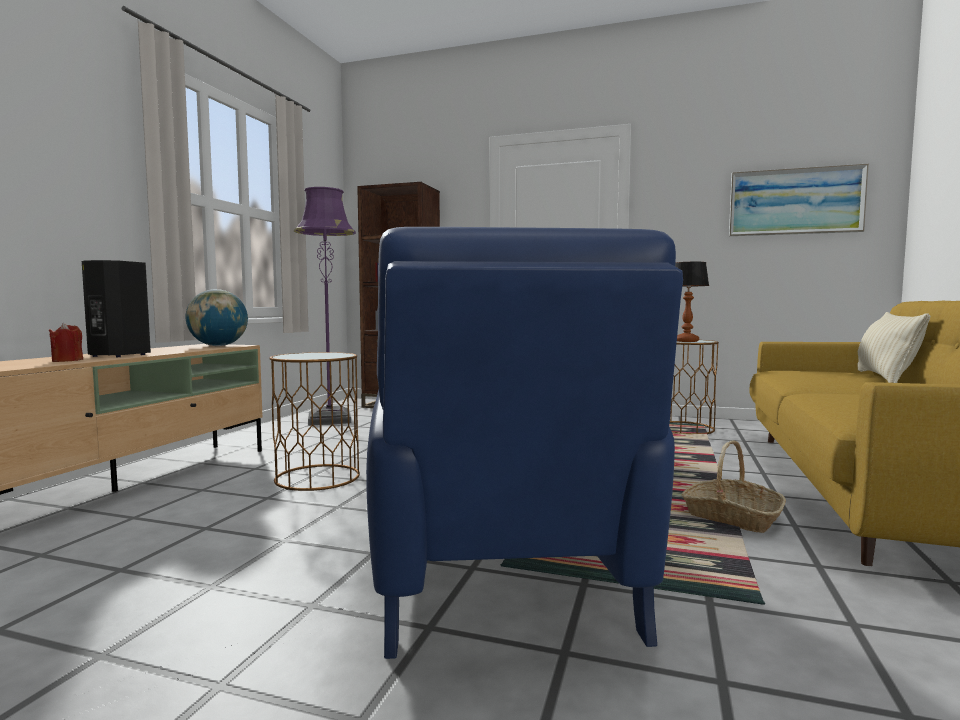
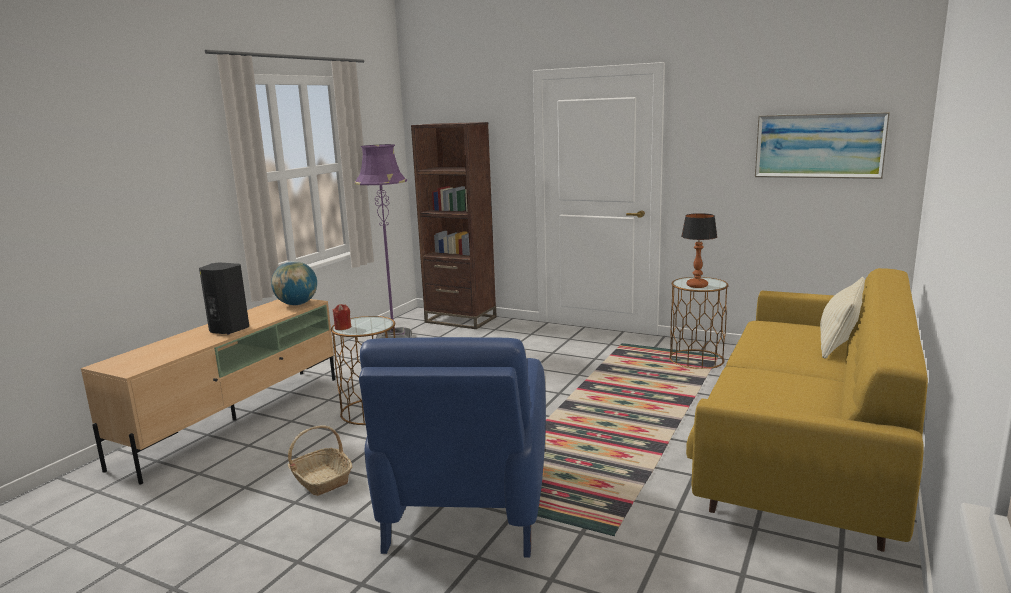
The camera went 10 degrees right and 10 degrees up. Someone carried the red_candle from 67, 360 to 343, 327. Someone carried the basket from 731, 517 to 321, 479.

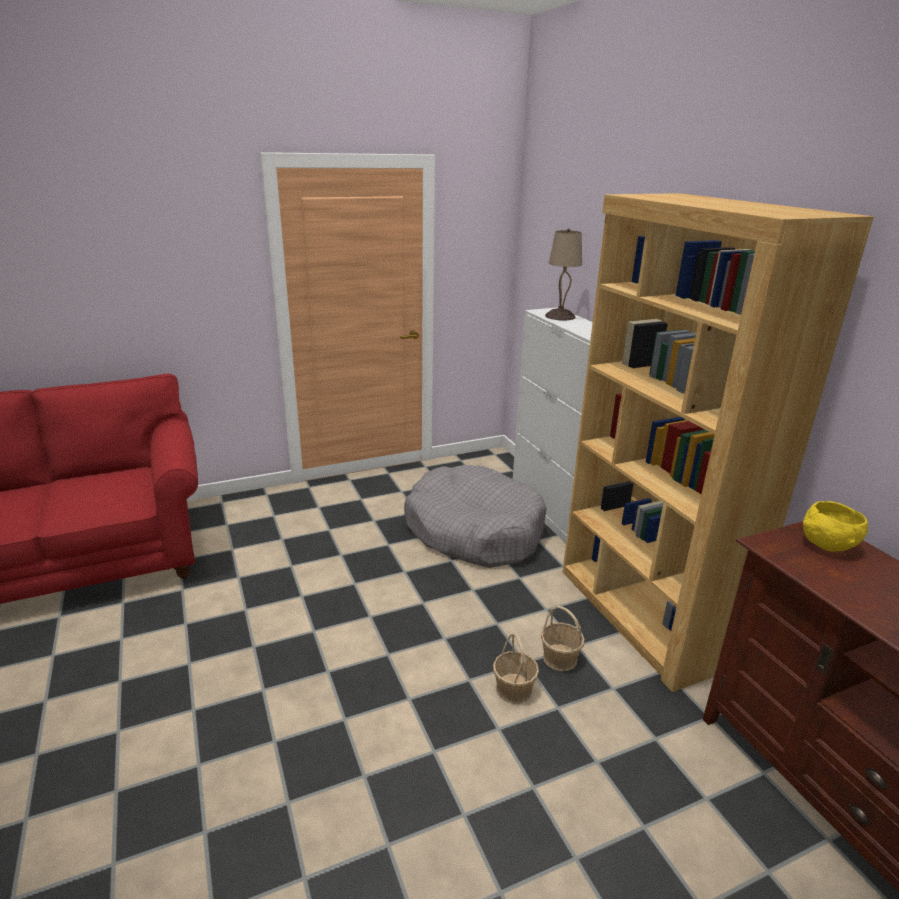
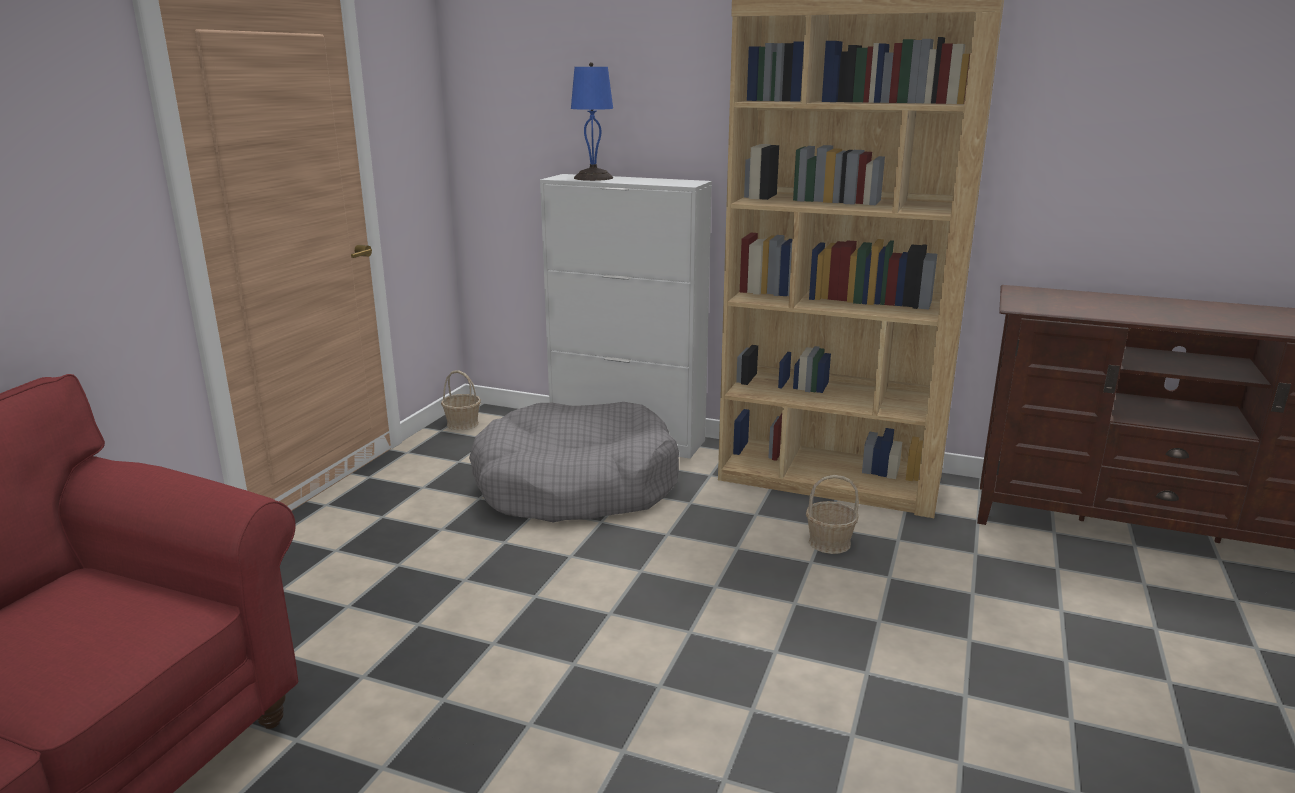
The camera went 45 degrees left and 5 degrees down. Someone took away the yellow_bowl at 827, 546. Someone carried the basket from 514, 689 to 462, 424. Someone repainted the beige_table_lamp at 560, 316, which became the blue_table_lamp at 594, 178.

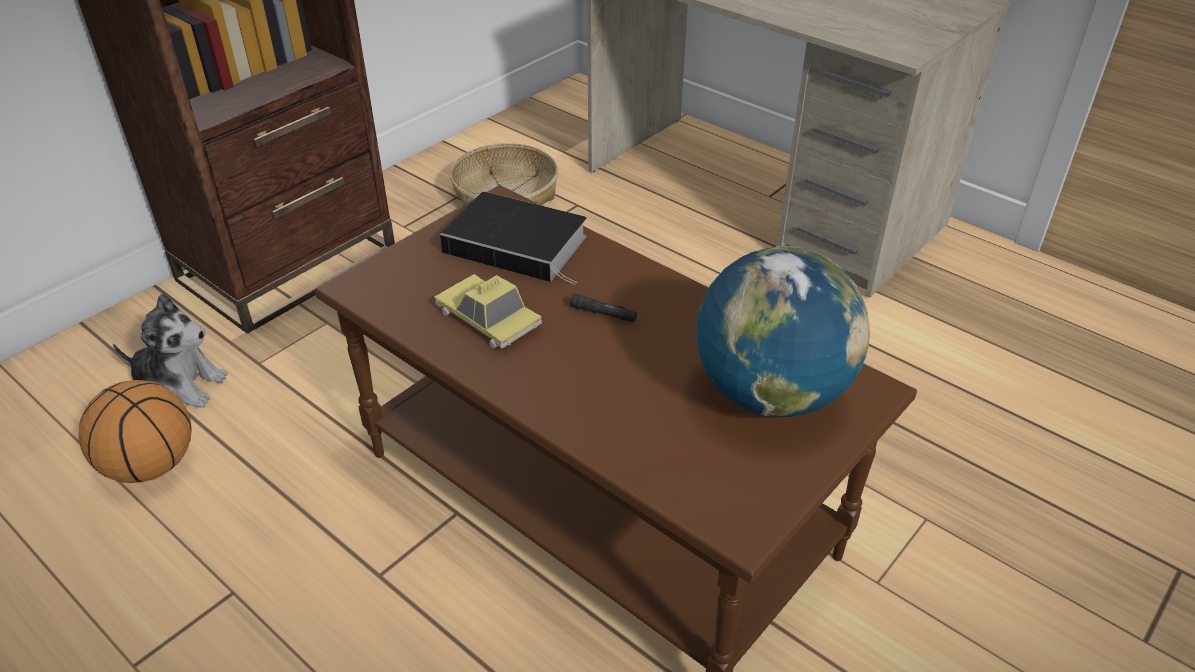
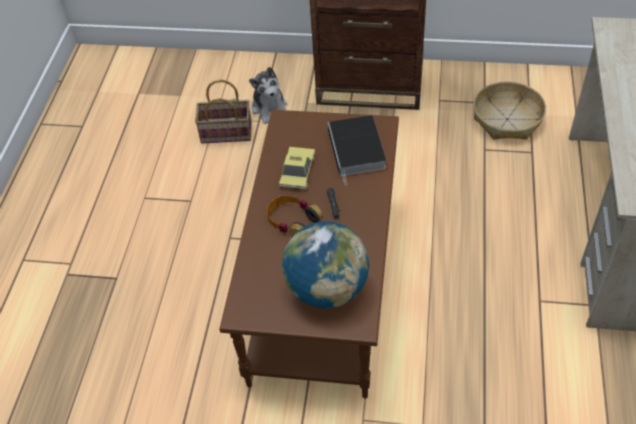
The camera went 60 degrees right and 10 degrees up. Someone put down the headphones at 292, 220. Someone swapped the basketball at 151, 467 for the basket at 225, 133.

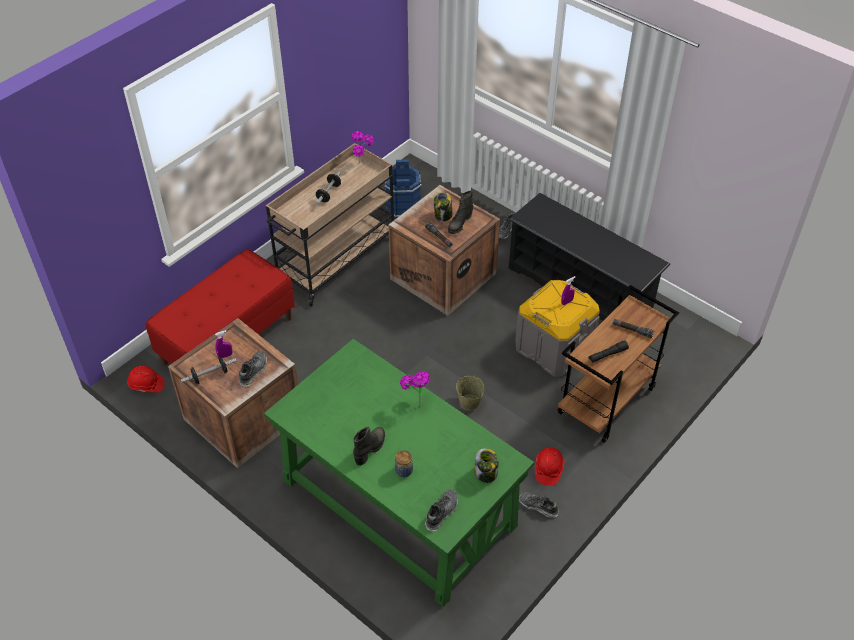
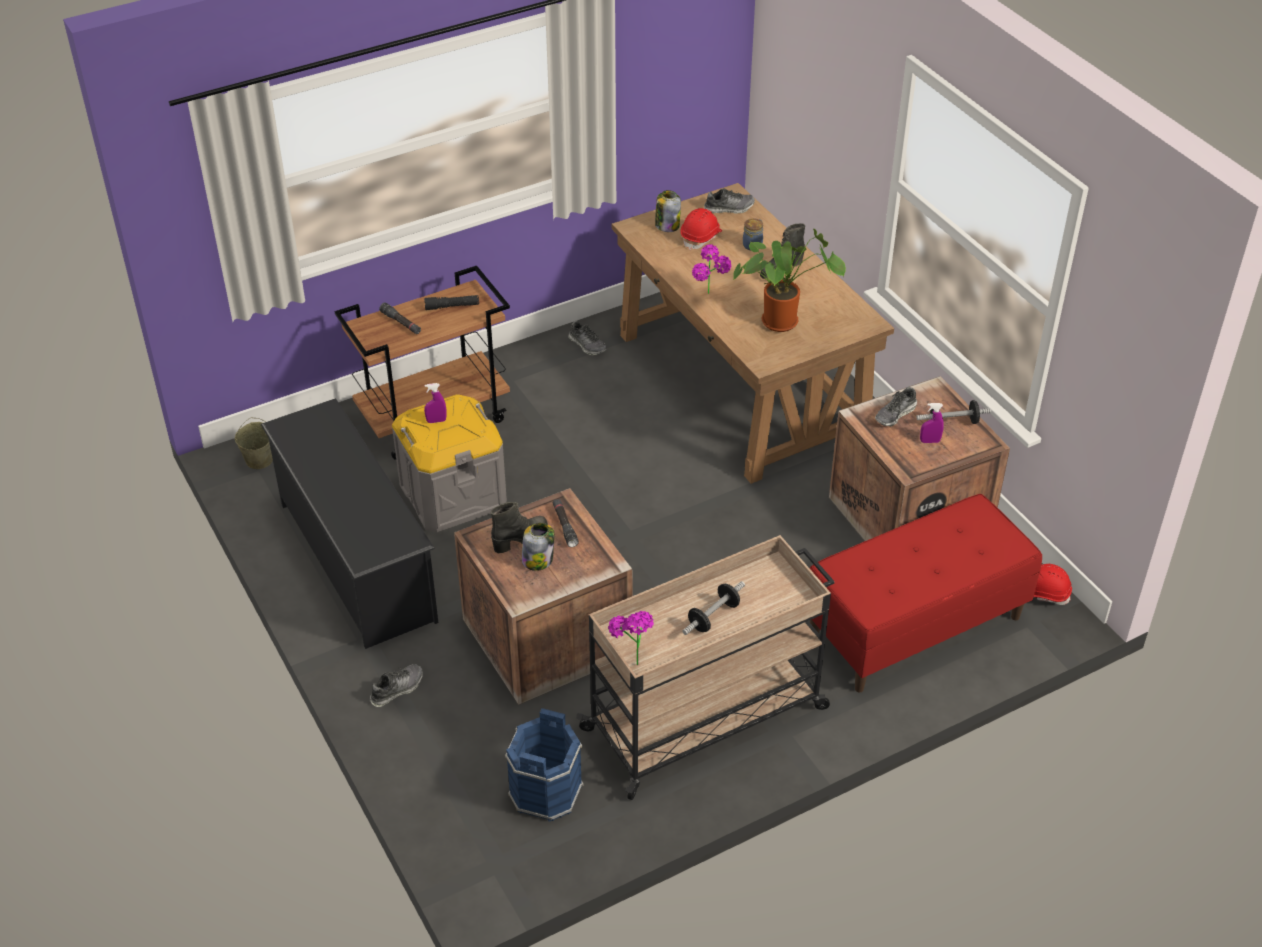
The camera went 160 degrees left and 5 degrees down. Someone put down the potted_plant at 783, 320. Someone carried the beige_bucket from 469, 402 to 259, 459. Someone carried the red_hard_hat from 548, 469 to 701, 237. Someone repainted the green_desk at 398, 503, which became the brown_desk at 741, 384. Someone rotated the shoe at 441, 512 by 150 degrees counterclockwise.

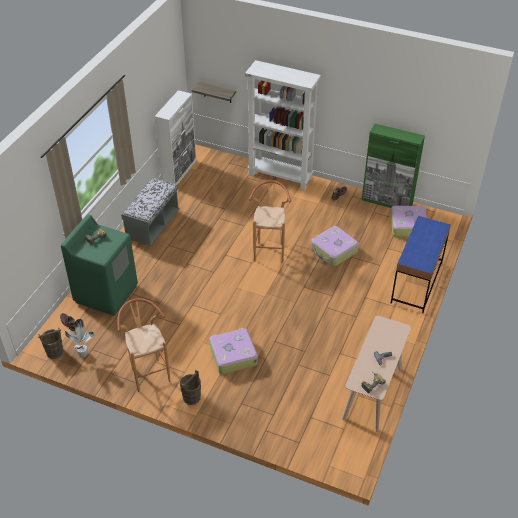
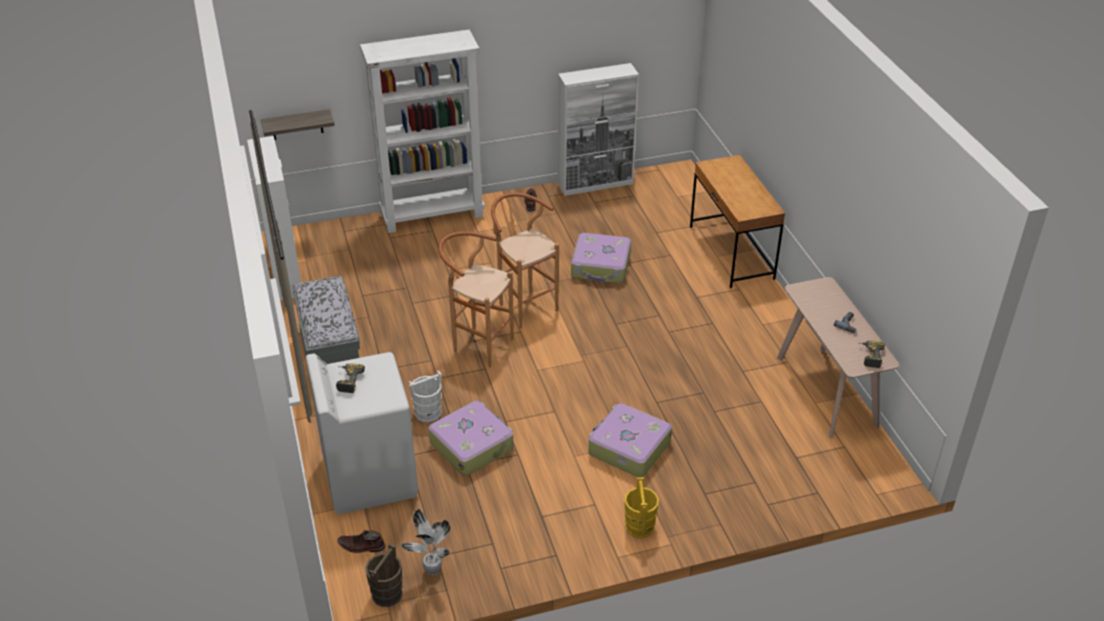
The camera went 40 degrees left and 5 degrees down. Someone put down the white_bucket at 427, 413. Someone carried the brown_stool from 148, 372 to 477, 344. Someone carried the suitcase from 408, 226 to 472, 445. Someone repainted the green_washing_machine at 106, 293, which became the white_washing_machine at 369, 476. Someone repainted the brown_bucket at 192, 397, which became the yellow_bucket at 639, 526. Someone repainted the green_cabinet at 387, 202, which became the white_cabinet at 596, 183. Someone repainted the blue_desk at 416, 283, which became the brown_desk at 731, 252.

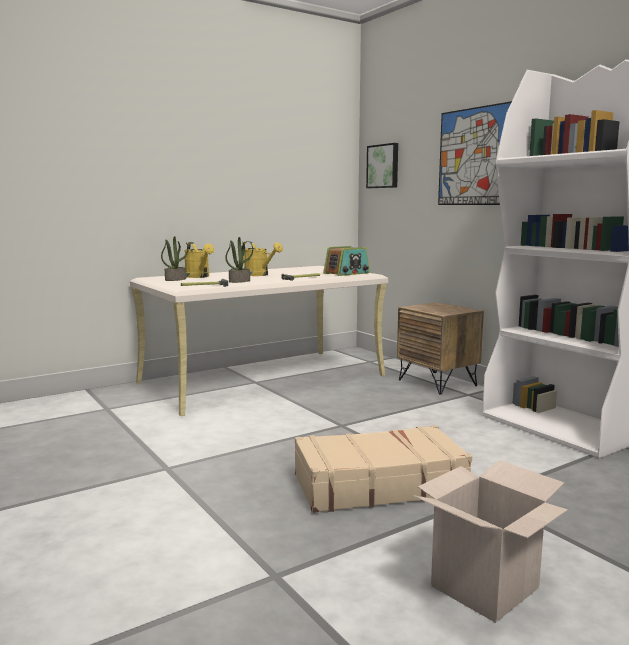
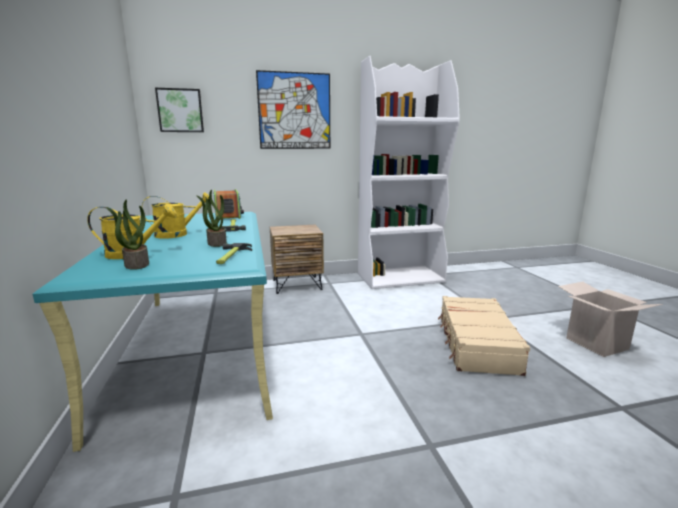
The camera went 70 degrees left and 5 degrees up. Someone repainted the beige_desk at 264, 378, which became the turquoise_desk at 198, 346.

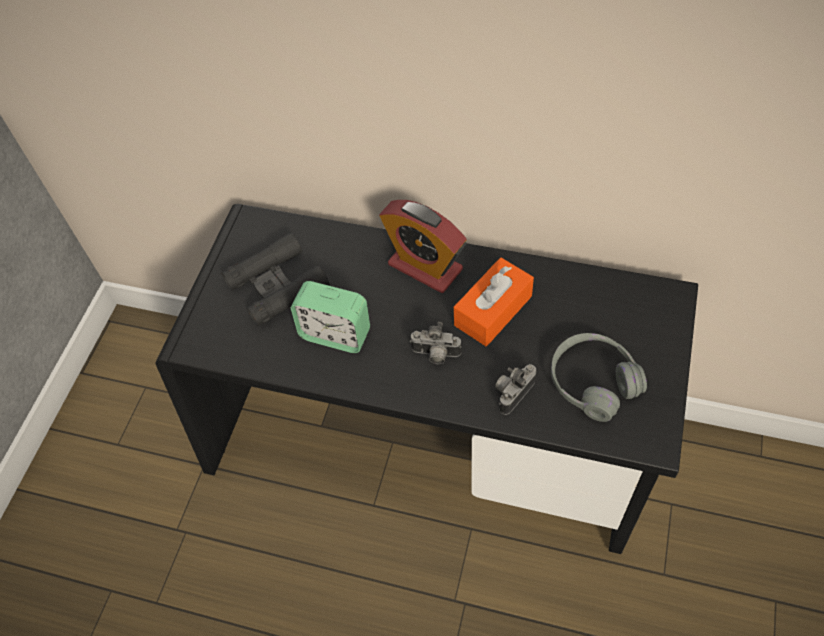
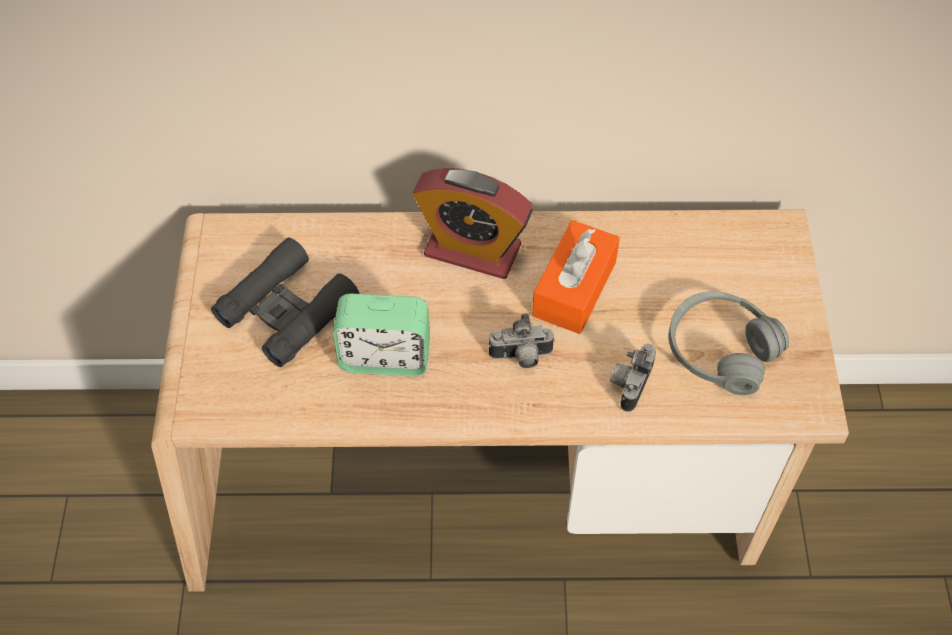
The camera went 20 degrees left and 0 degrees up. Someone repainted the black_desk at 425, 448, which became the beige_desk at 477, 491.

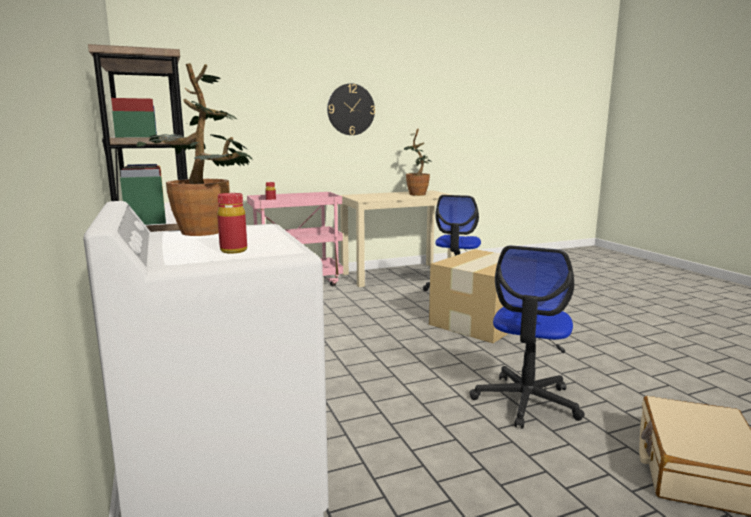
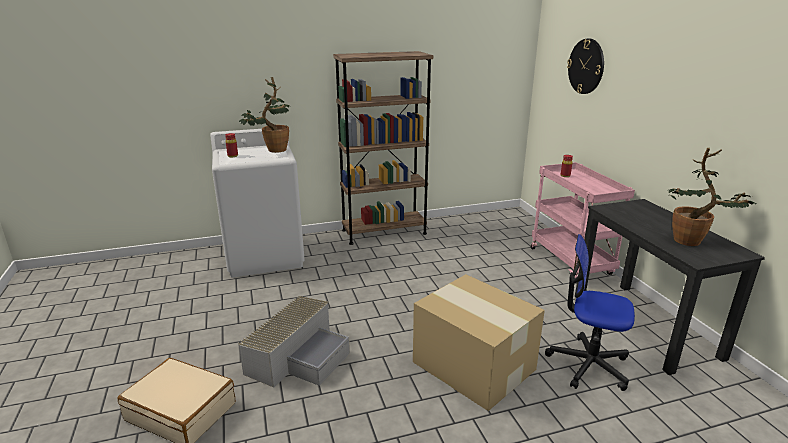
The camera went 95 degrees right and 10 degrees up. Someone carried the wall_clock from 351, 109 to 586, 66. Someone swapped the office_chair at 526, 401 for the grey_storage_box at 299, 355. Someone repainted the beige_desk at 398, 274, which became the black_desk at 644, 325.

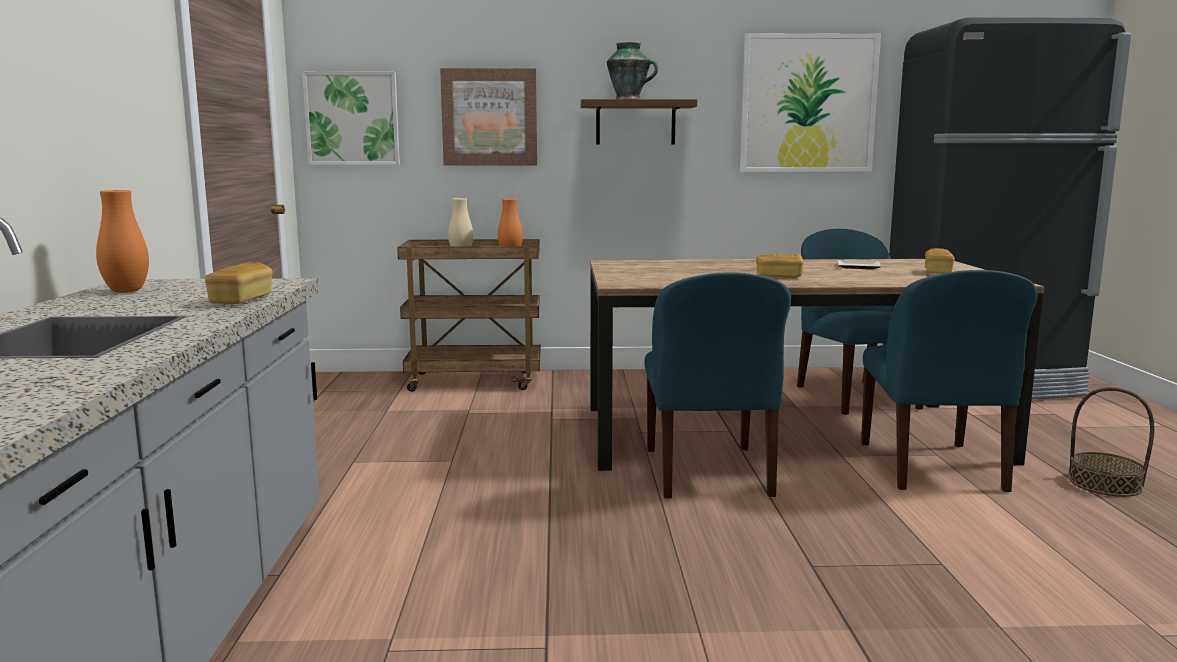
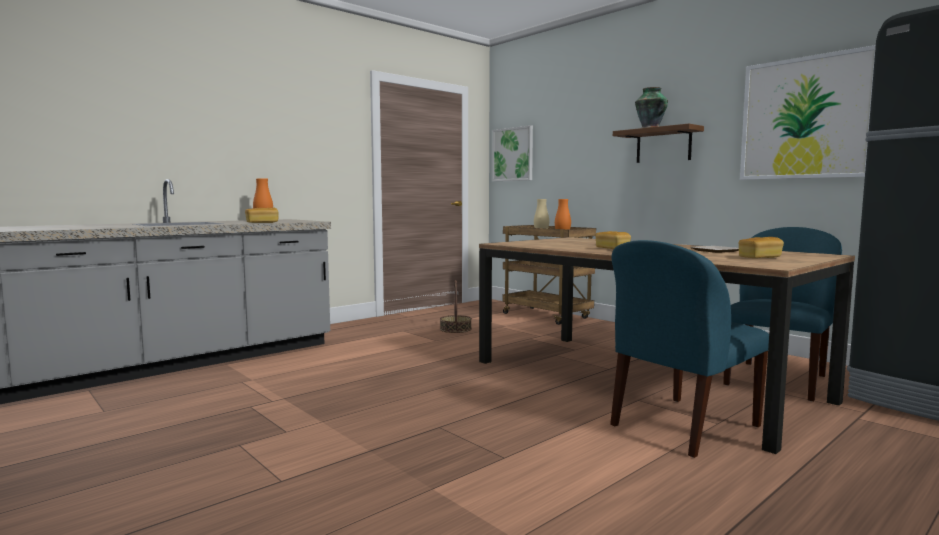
The camera went 50 degrees right and 5 degrees down. Someone took away the picture at 489, 117. Someone took away the blue_chair at 708, 474. Someone carried the basket from 1104, 484 to 455, 329.

